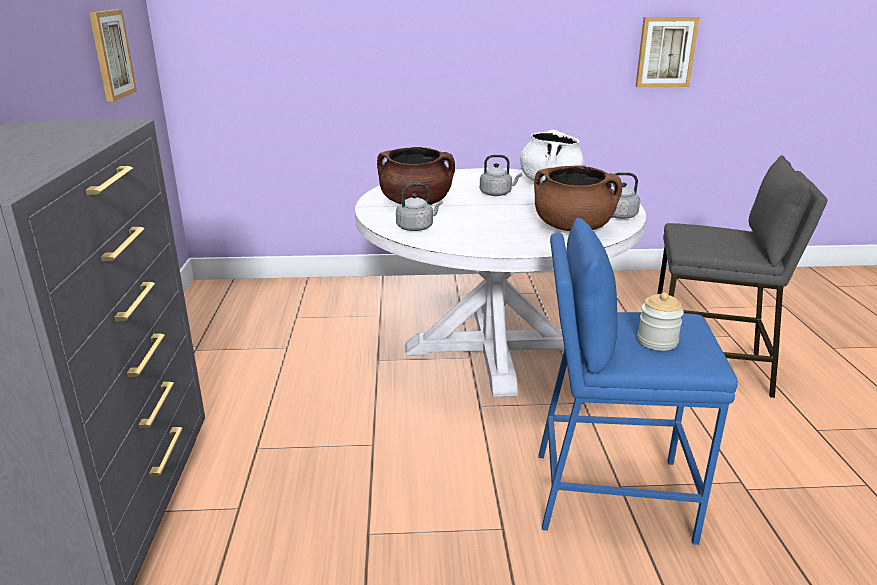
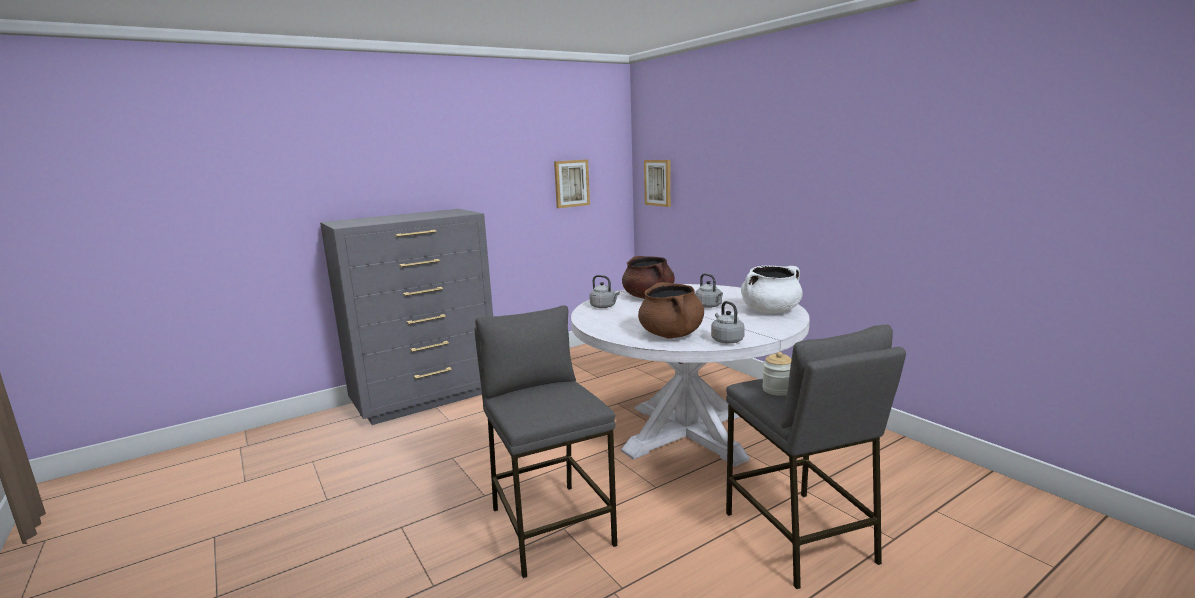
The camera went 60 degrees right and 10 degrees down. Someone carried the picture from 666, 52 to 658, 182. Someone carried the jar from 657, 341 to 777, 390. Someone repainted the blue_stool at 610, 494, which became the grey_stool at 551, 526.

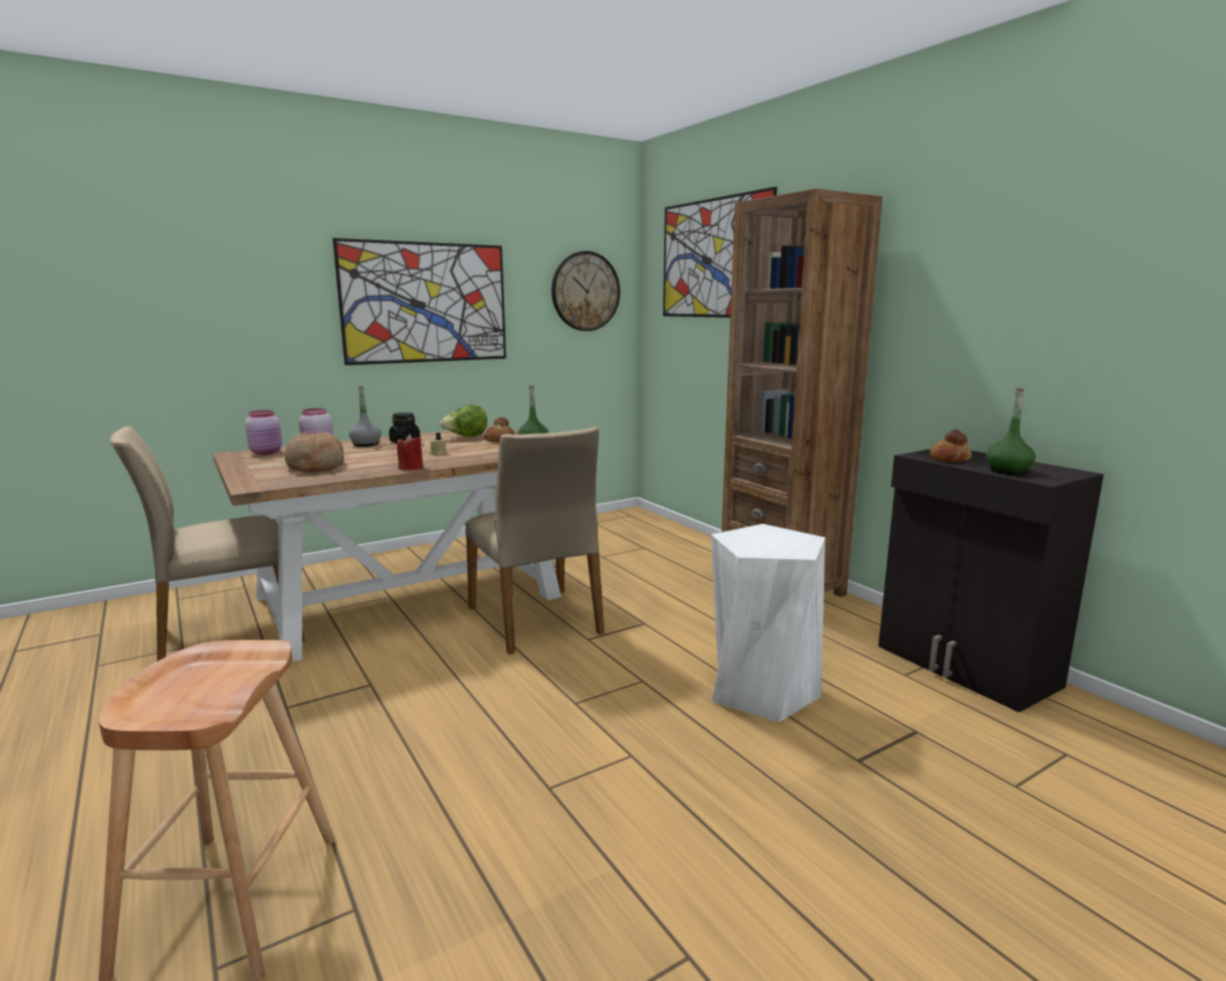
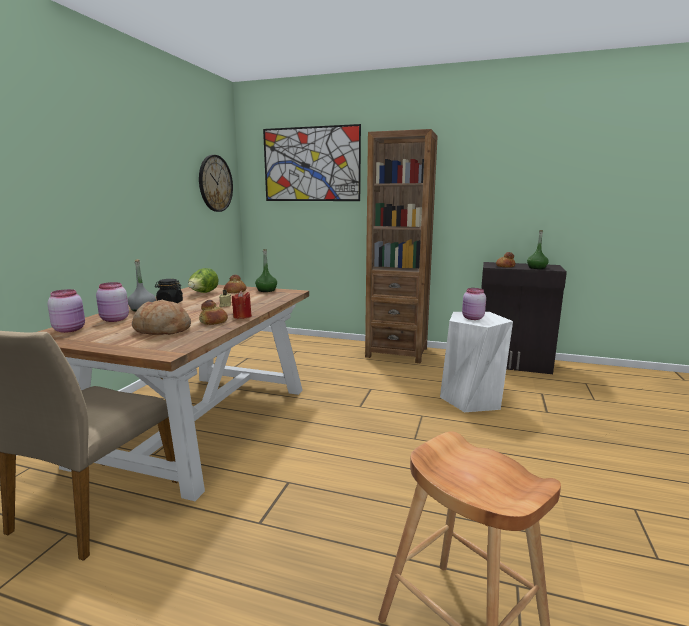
The camera went 40 degrees left and 0 degrees up. Someone took away the picture at 425, 303. Someone took away the beige_chair at 536, 620. Someone put down the bread at 214, 321. Someone put down the pink_jar at 472, 318.

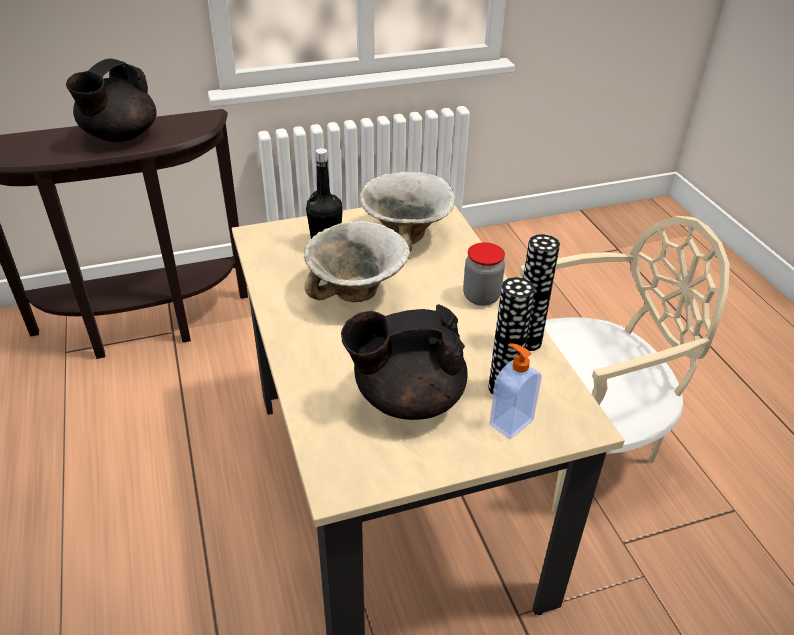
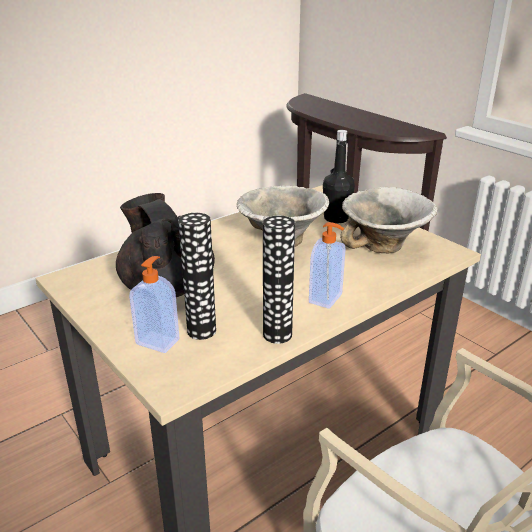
The camera went 70 degrees right and 10 degrees down. Someone took away the black_teapot at 119, 136. Someone swapped the jar at 481, 297 for the soap_dispenser at 326, 299.

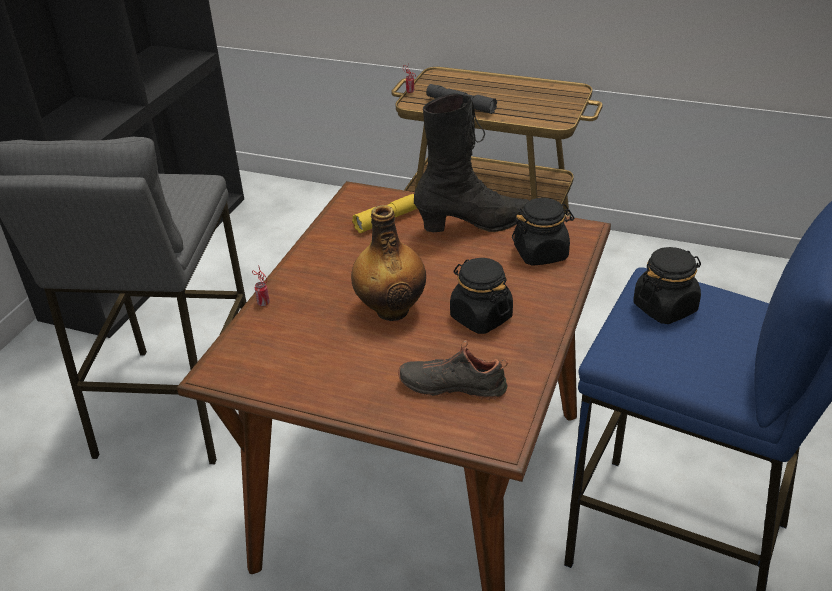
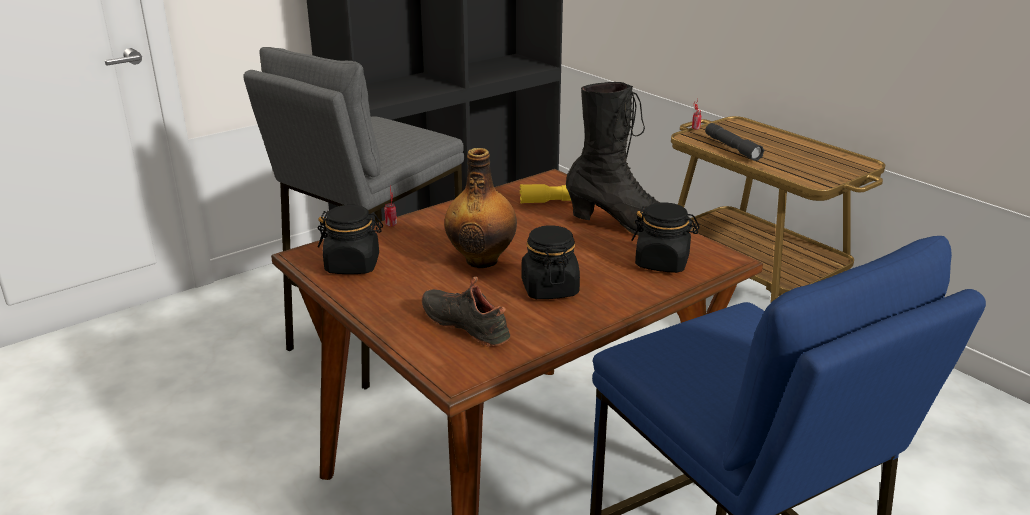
The camera went 30 degrees right and 10 degrees down. Someone carried the black_jar from 665, 307 to 353, 265.

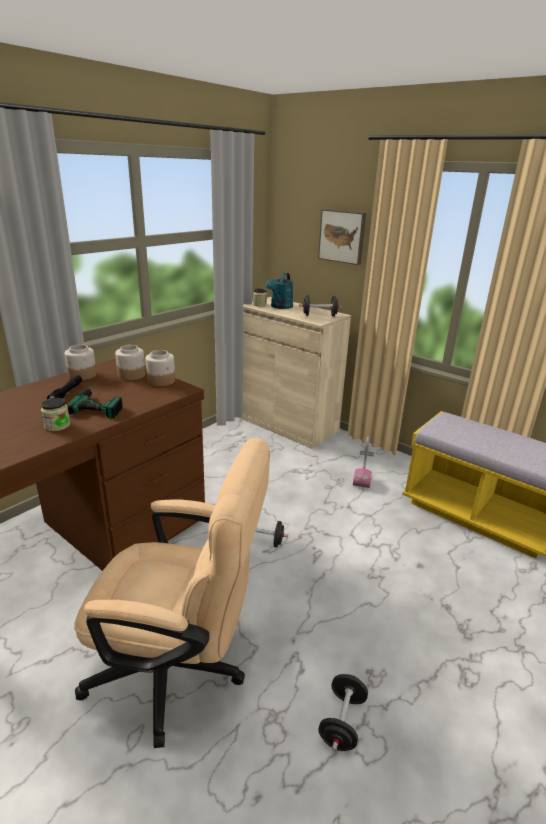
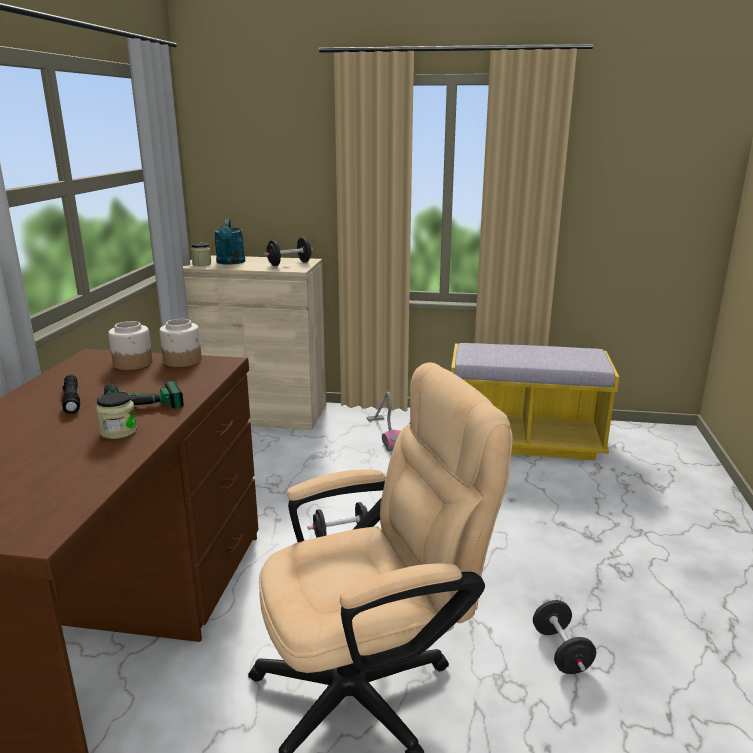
The camera went 30 degrees left and 5 degrees down. Someone took away the jar at 82, 375. Someone took away the picture at 342, 236.

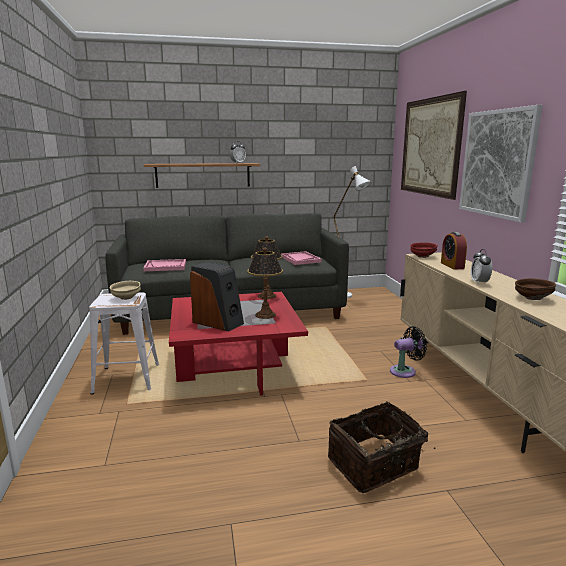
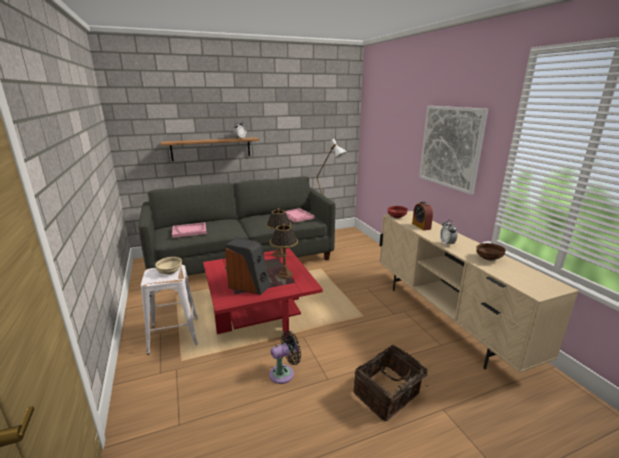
The camera went 10 degrees left and 5 degrees up. Someone took away the picture at 430, 147. Someone carried the black_fan from 405, 371 to 284, 373.

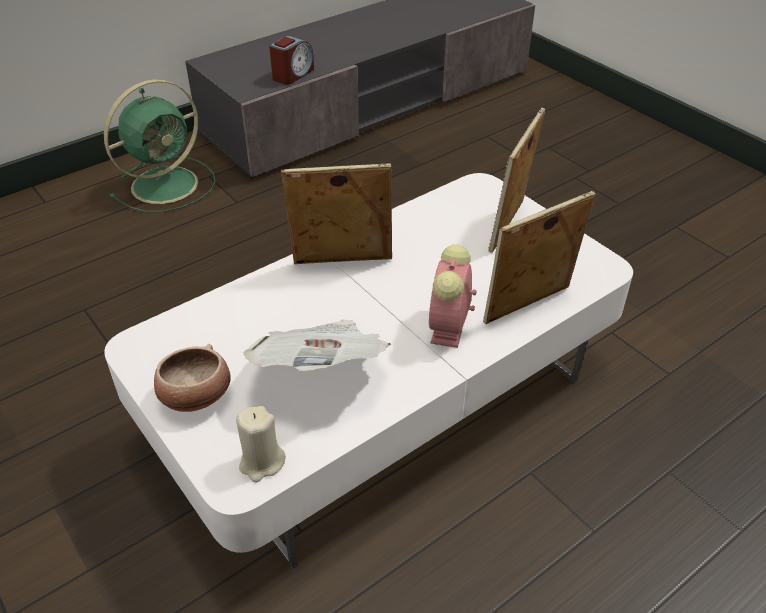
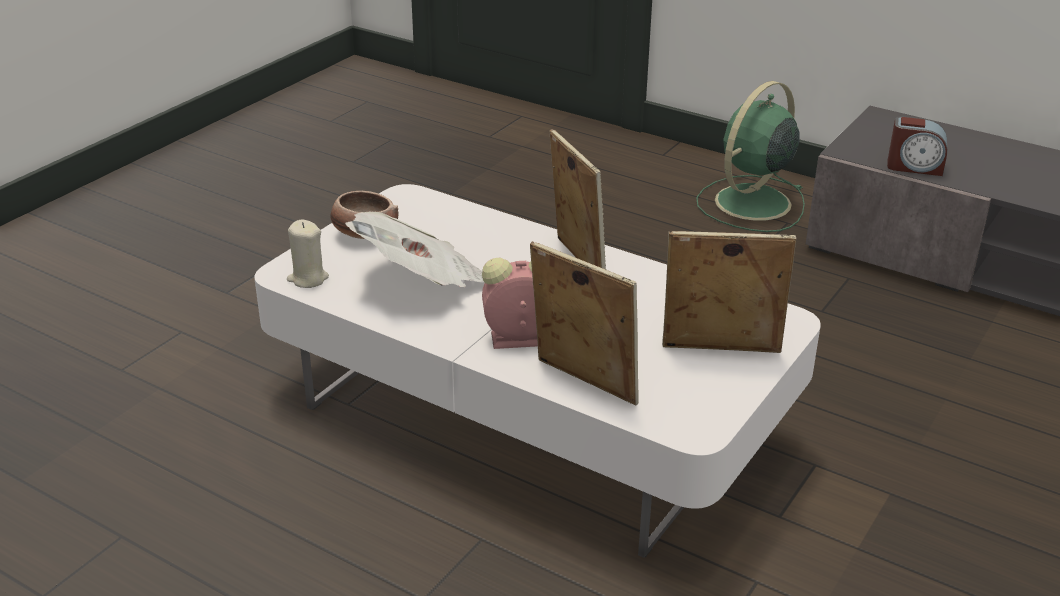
The camera went 70 degrees right and 10 degrees down. Someone rotated the green_fan at 167, 184 by 105 degrees clockwise.

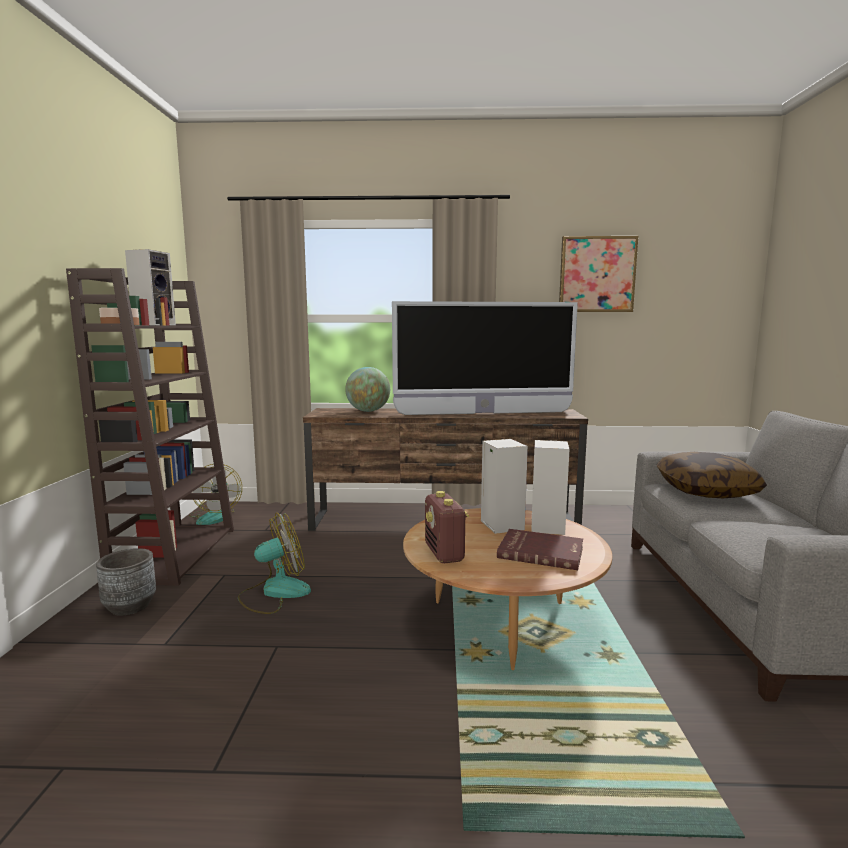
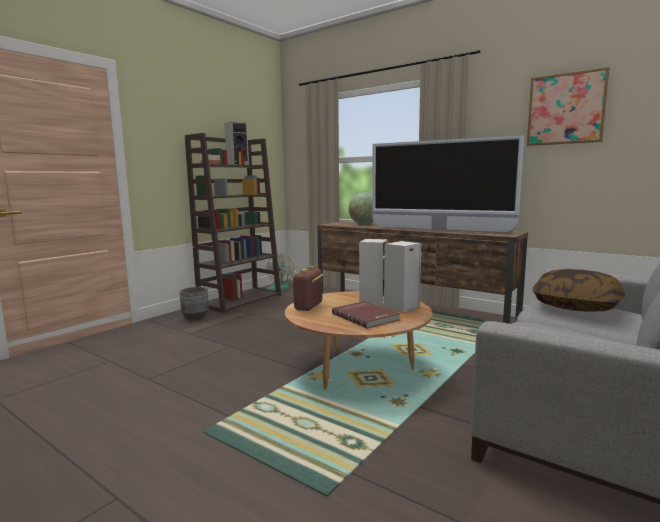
The camera went 35 degrees right and 0 degrees up. Someone took away the fan at 274, 592.

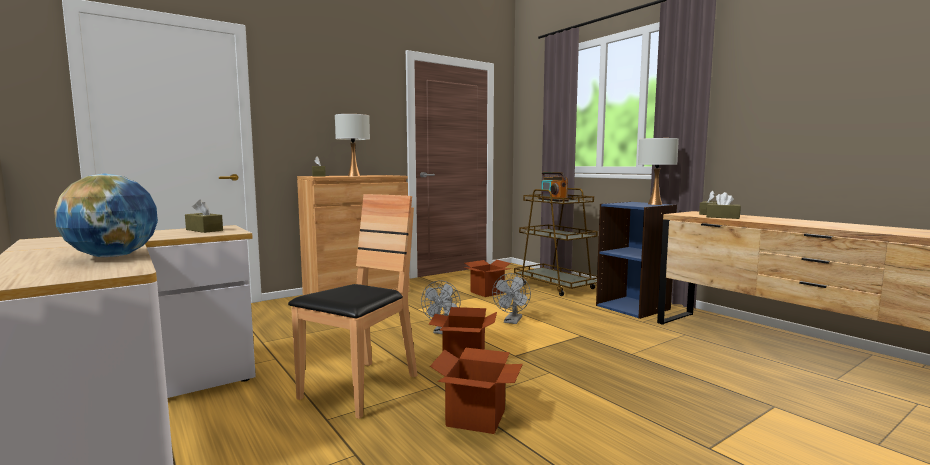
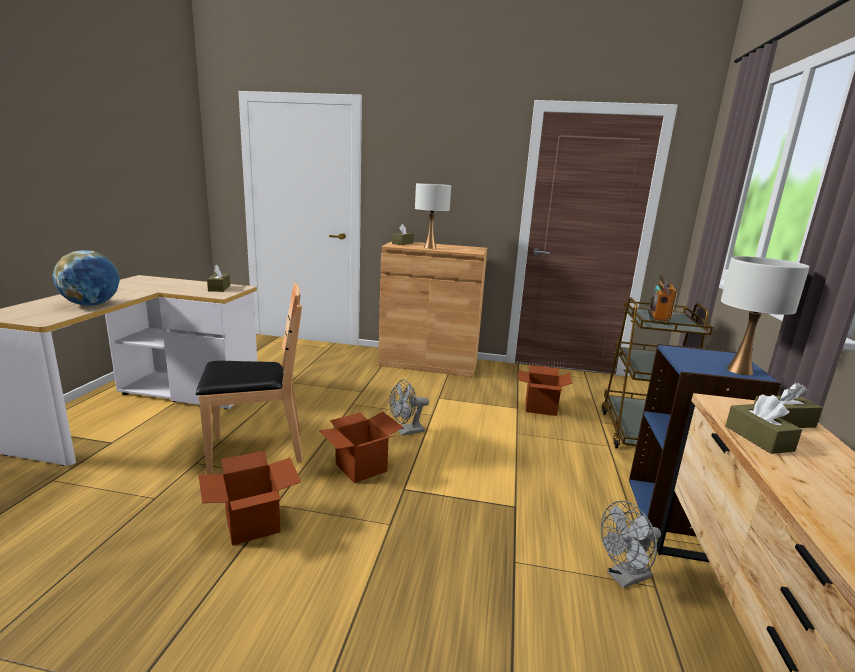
The camera went 45 degrees right and 10 degrees up. Someone carried the grey_fan from 512, 321 to 624, 578.

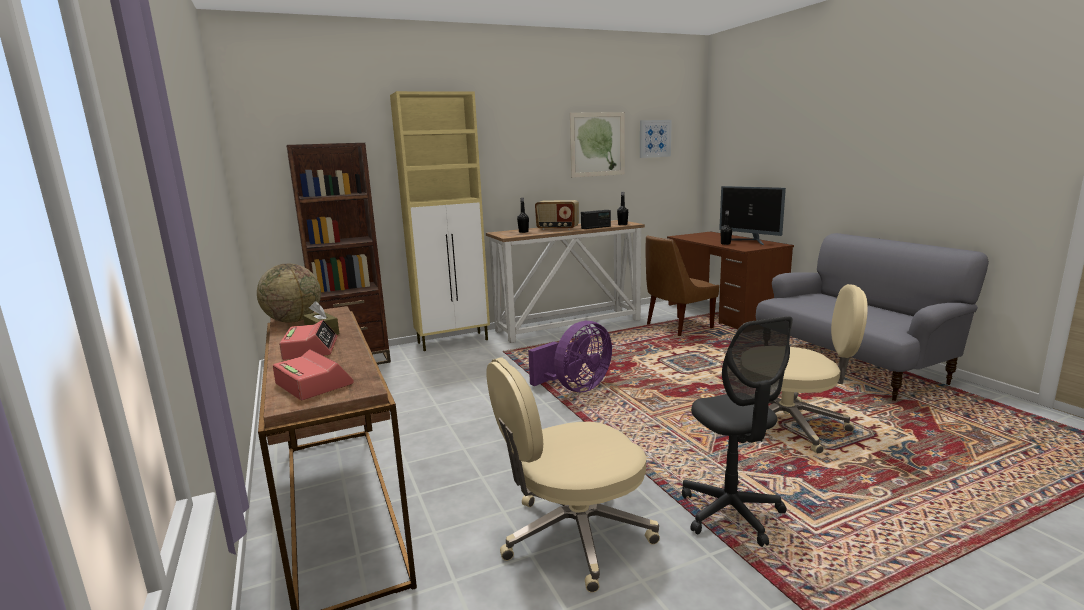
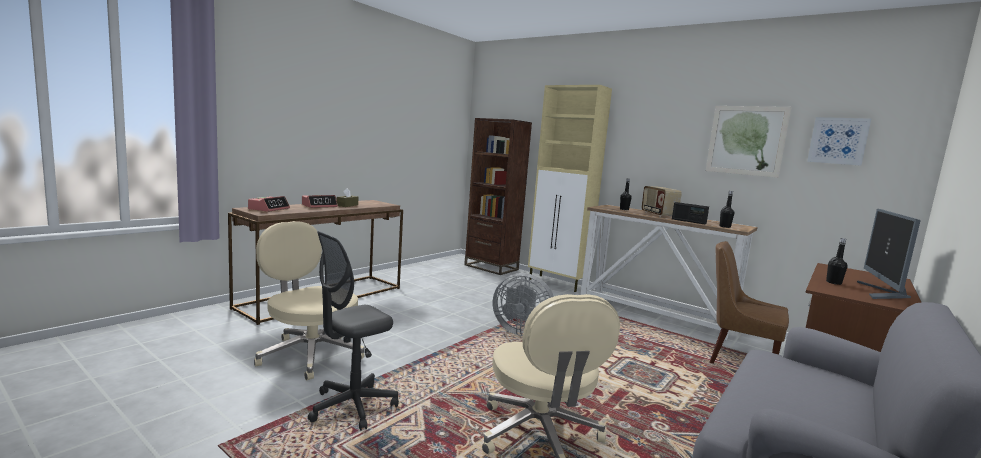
The camera went 60 degrees right and 5 degrees down. Someone took away the globe at 293, 321. Someone repainted the purple_fan at 576, 388, which became the grey_fan at 520, 331.

